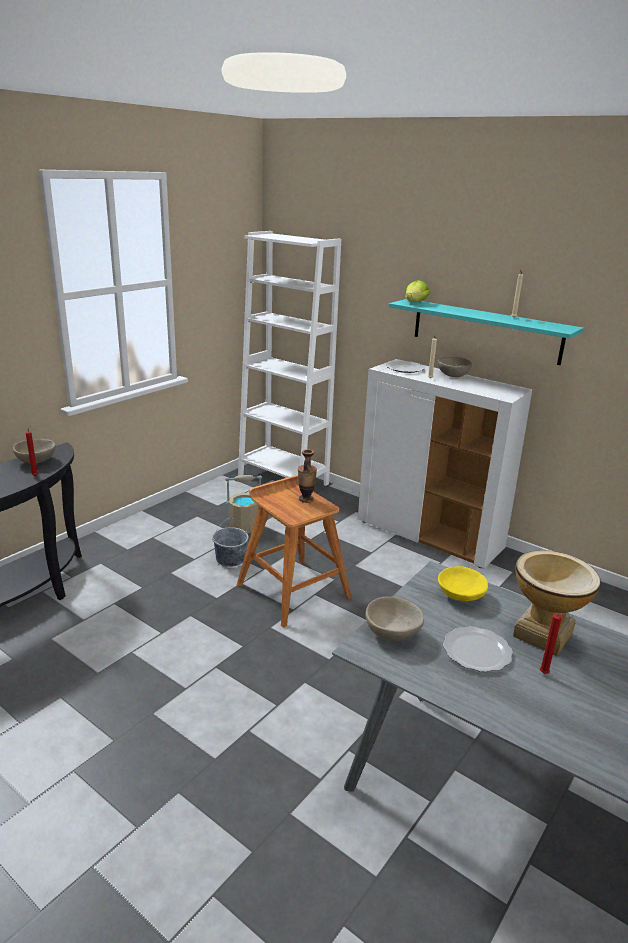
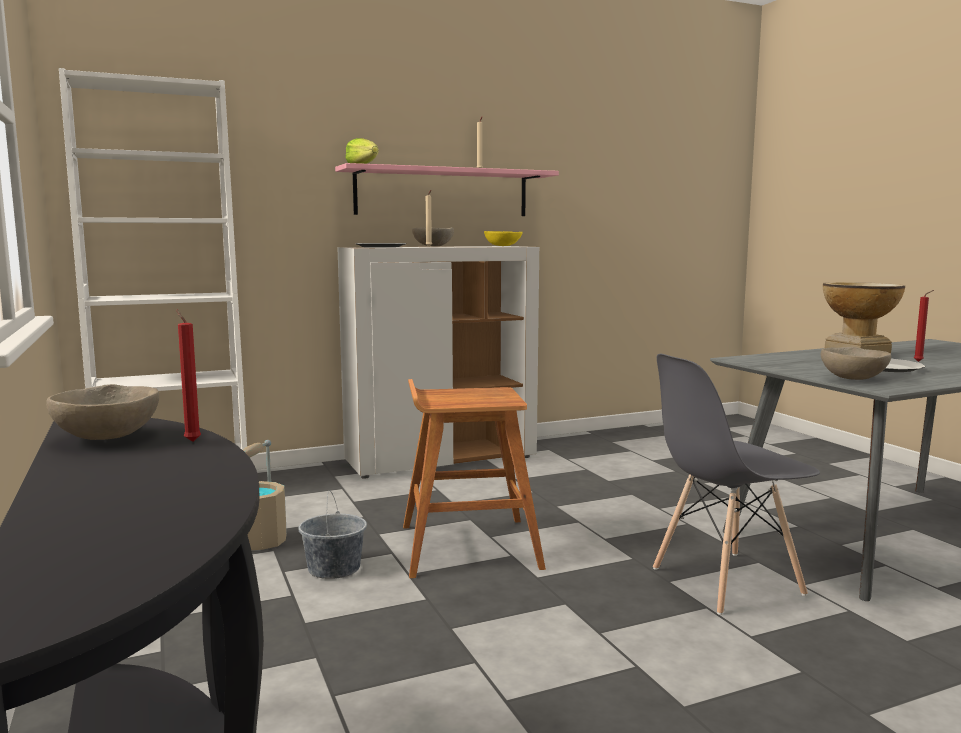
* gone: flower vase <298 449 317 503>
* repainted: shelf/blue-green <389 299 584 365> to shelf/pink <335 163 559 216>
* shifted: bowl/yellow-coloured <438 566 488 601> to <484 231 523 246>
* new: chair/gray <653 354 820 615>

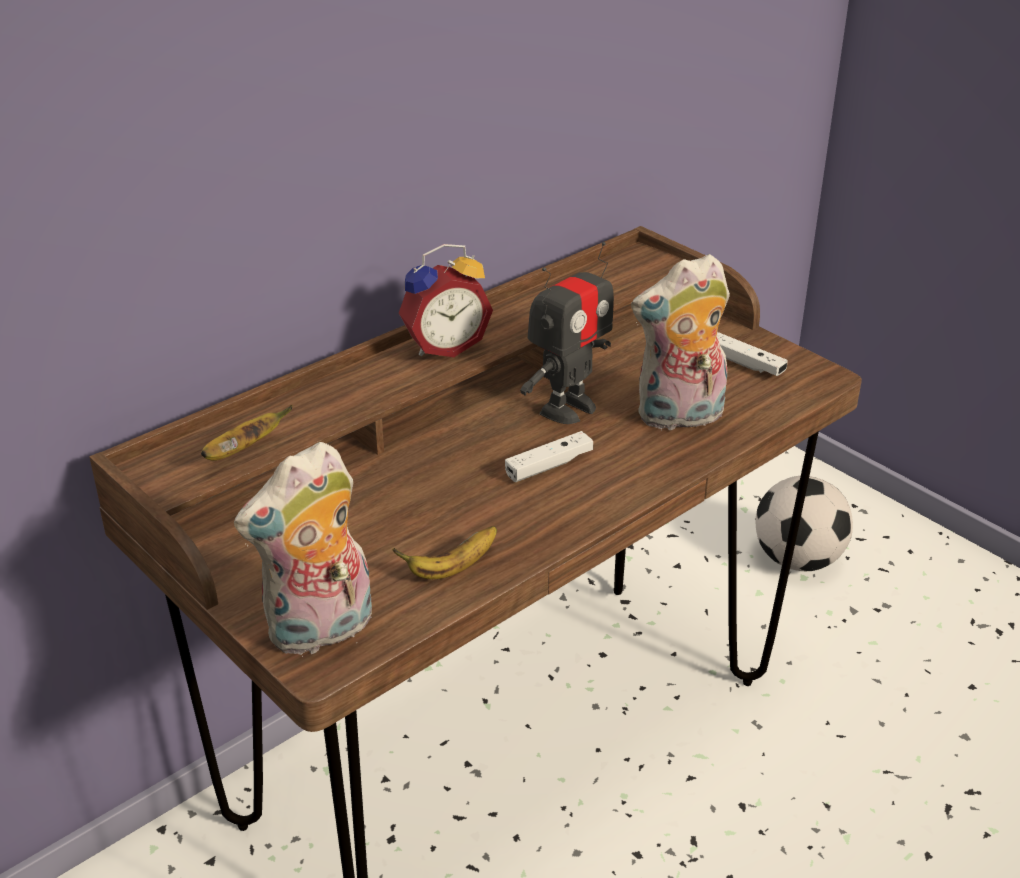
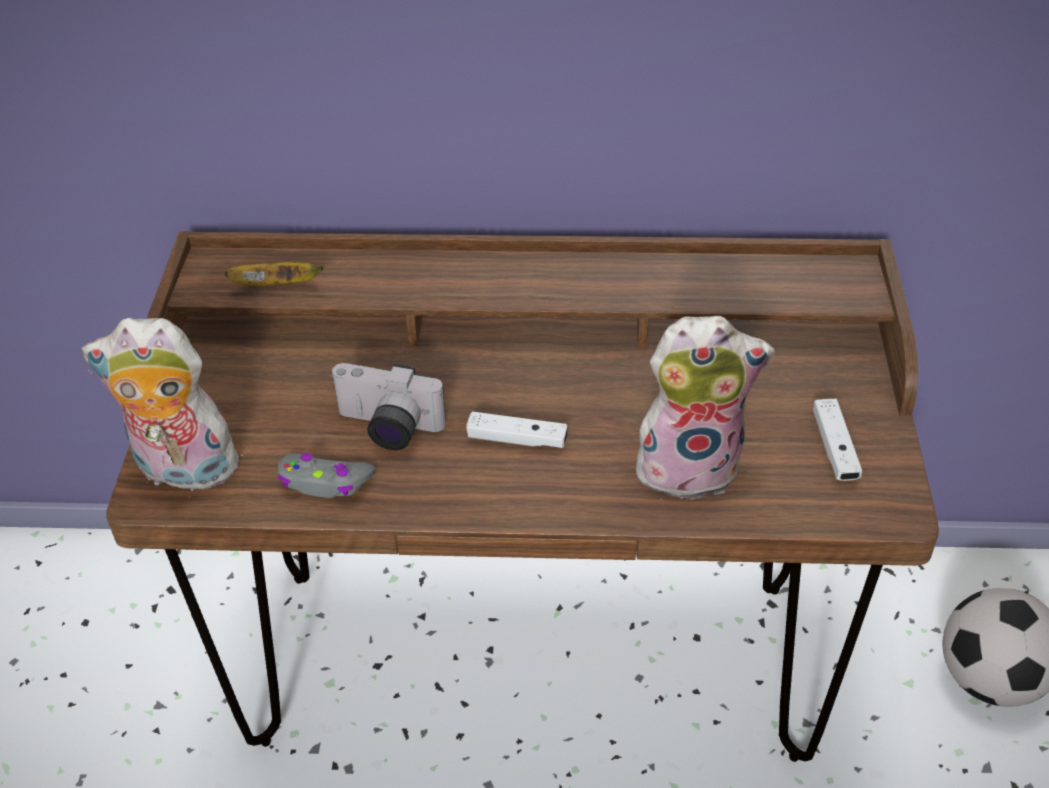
* swapped: banana <392 526 497 579> to game controller/gray <278 453 376 498>
* gone: table clock <399 244 493 357>
* gone: robot figure <520 242 614 424>
* rotated: cuddly toy <631 254 730 431> = <636 316 775 500> 150 degrees clockwise
* new: still camera <330 363 446 450>

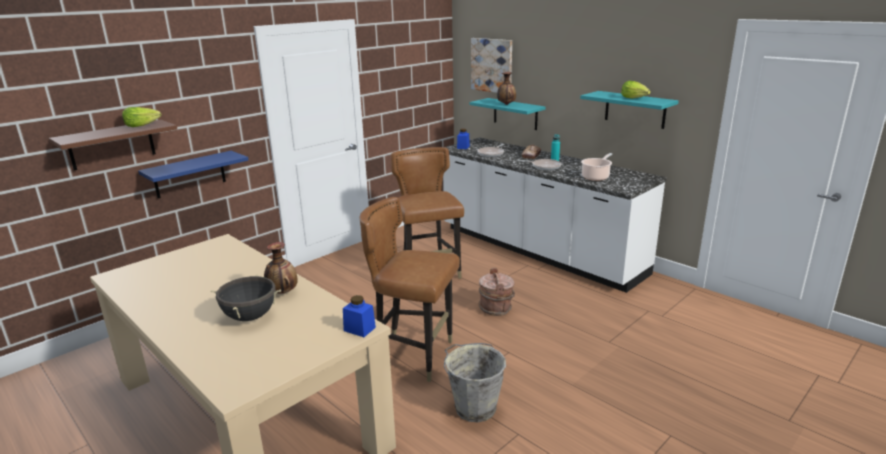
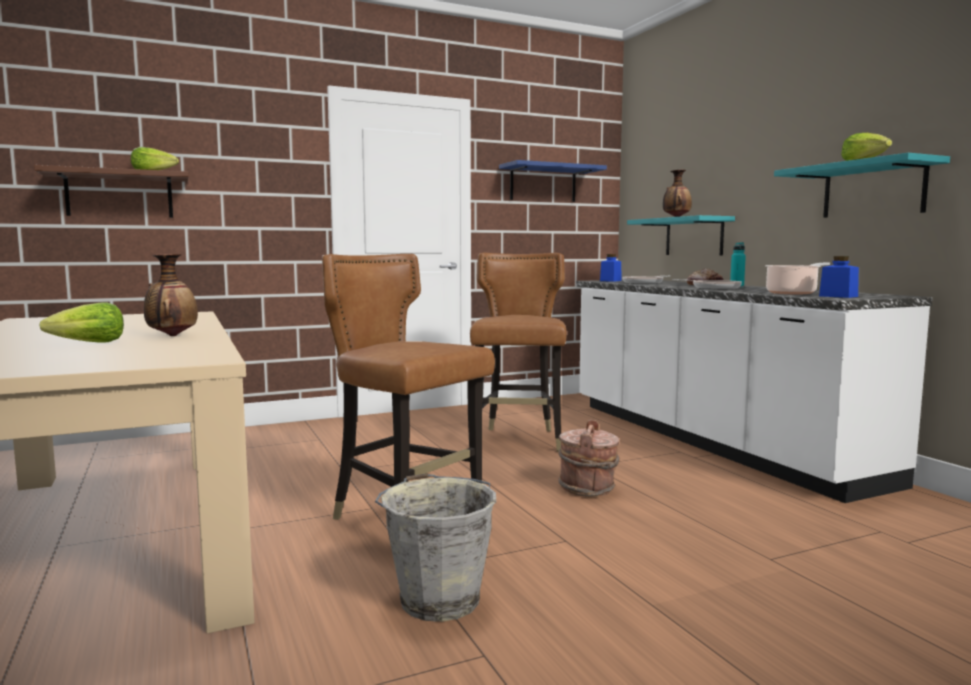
* shifted: shelf/blue-coloured <138 151 248 198> to <499 160 607 202>
* swapped: cooking pot/blackish <211 274 281 321> to head of lettuce <39 302 124 343>
* shifted: jar/blue-coloured <343 295 376 337> to <819 256 859 298>
* gone: wall art <471 38 512 93>

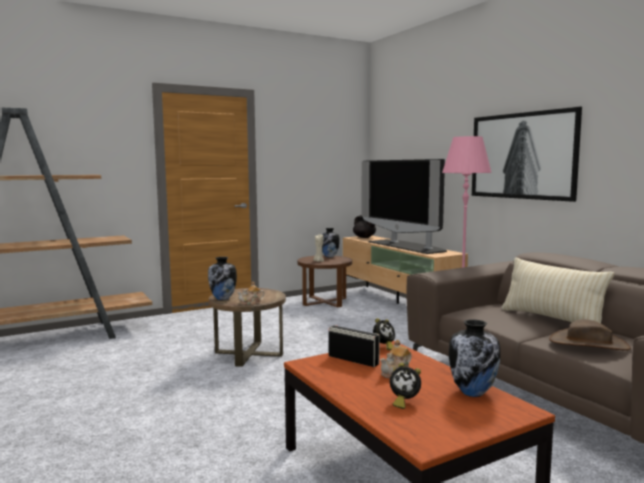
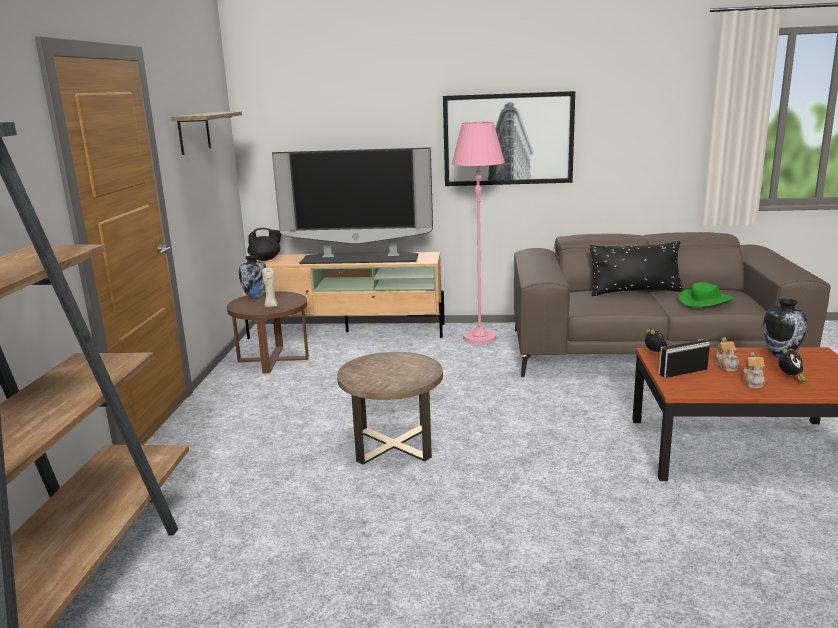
* gone: flower vase <208 257 237 300>
* shifted: teapot <237 281 264 305> to <743 352 765 389>
* repainted: throw pillow/sand-coloured <502 257 614 323> to throw pillow/blackish <589 241 684 296>
* repainted: wearable hat/brownish <549 319 631 351> to wearable hat/green-coloured <678 282 734 307>
* new: shelf <171 111 242 155>

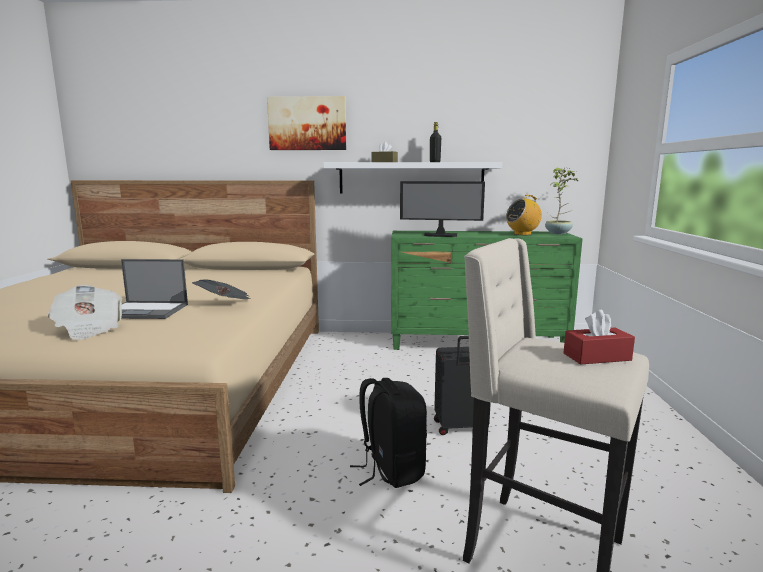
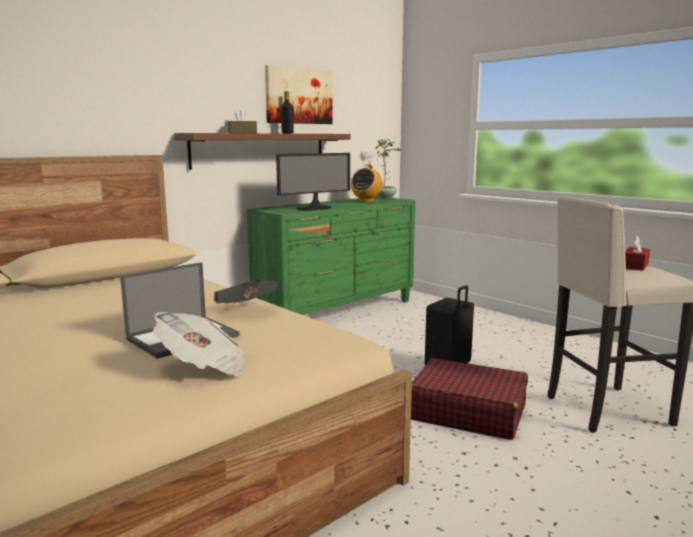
* shifted: wall art <267 96 346 150> to <265 65 333 124>
* repainted: shelf/whitish <323 162 502 193> to shelf/brownish <174 133 351 170>
* swapped: backpack/blackish <350 378 427 488> to travel case/red-coloured <411 358 528 440>

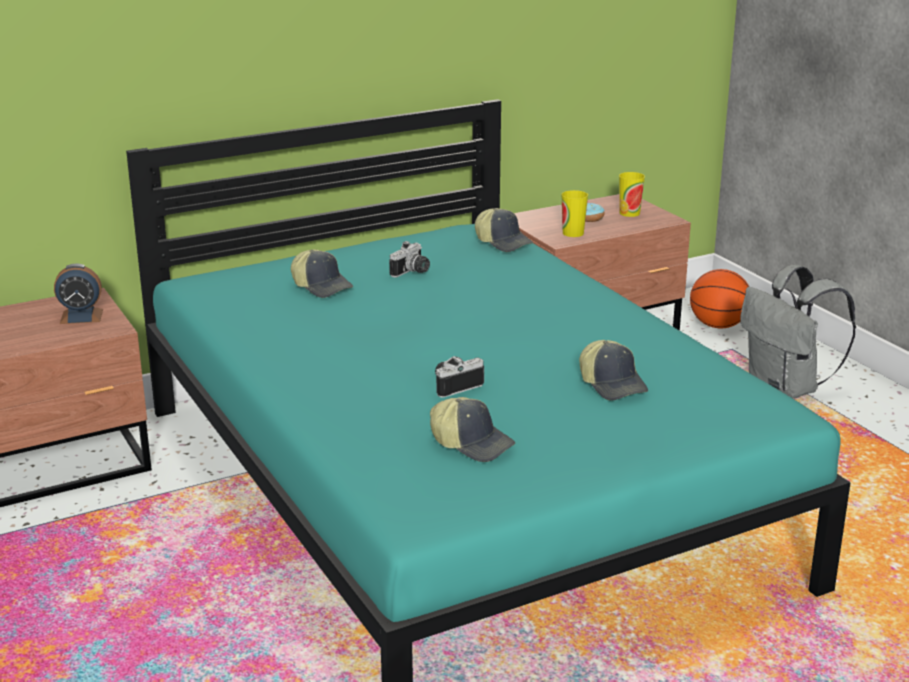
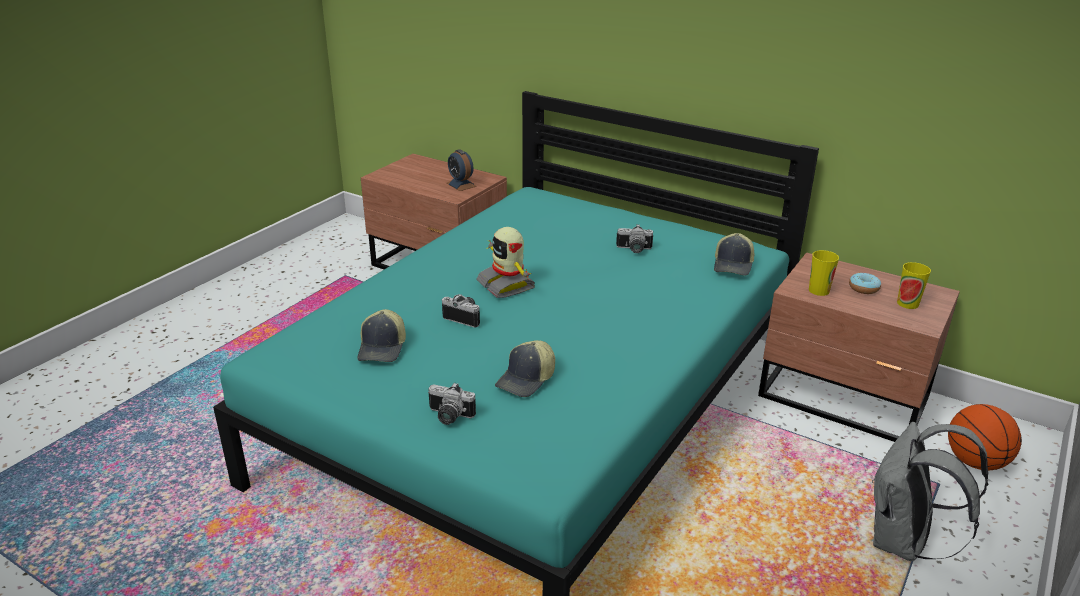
* gone: peaked cap <291 249 353 298>
* new: still camera <428 383 476 425>
* new: robot figure <477 227 536 298>

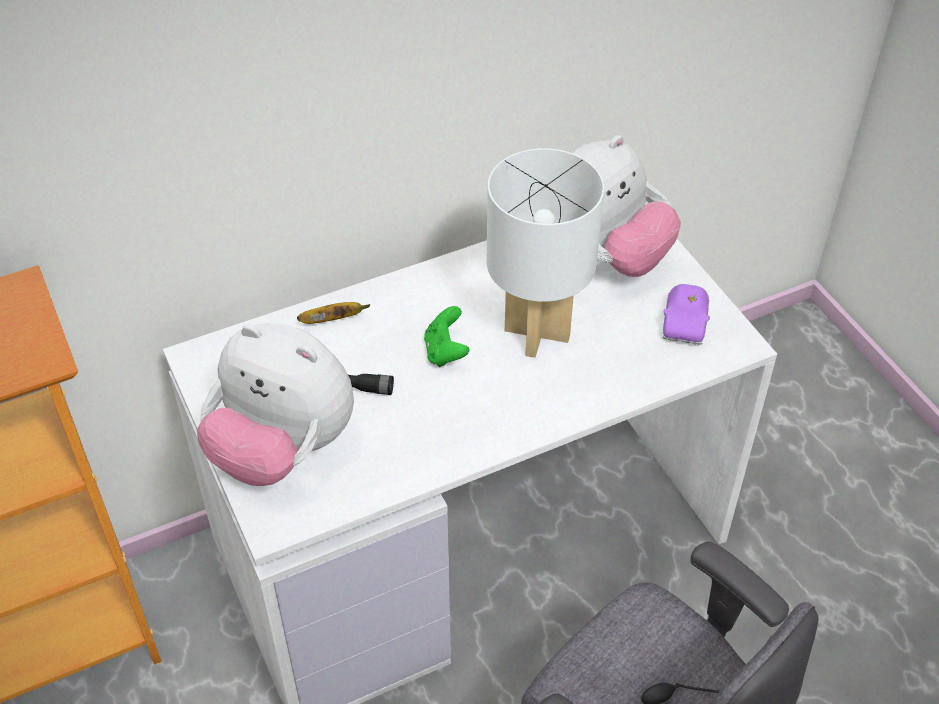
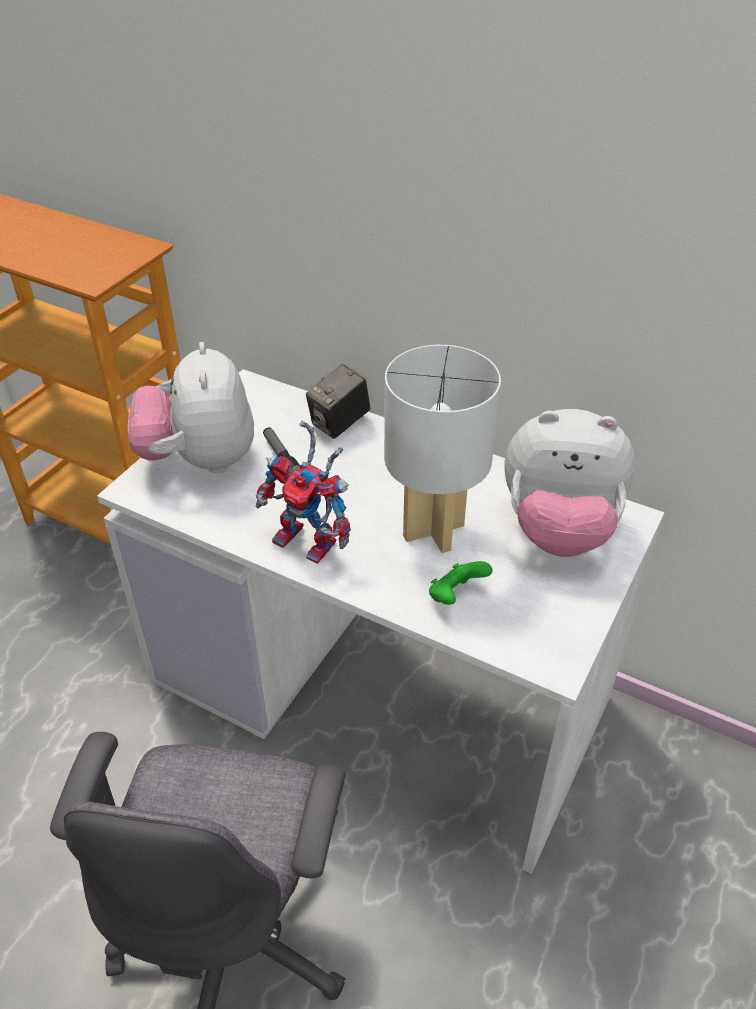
* swapped: banana <297 302 370 324> to still camera <306 364 370 439>
* shifted: game controller/green-coloured <424 306 469 367> to <429 561 492 605>
* gone: toy car/purple <663 284 710 345>
* new: robot figure <256 421 351 564>

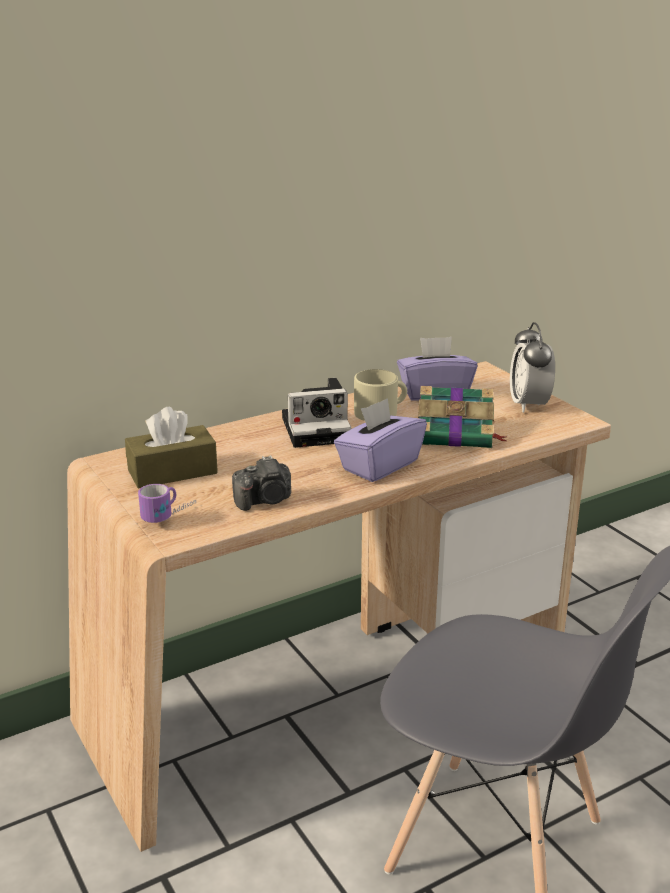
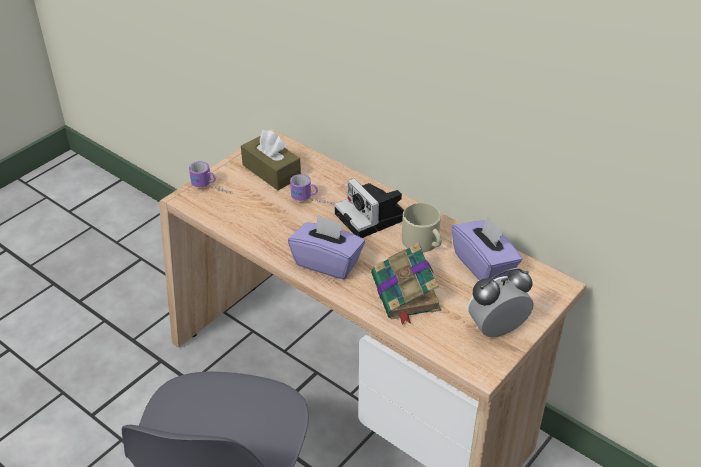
* gone: still camera <232 455 291 511>
* new: tea mug <290 174 335 204>

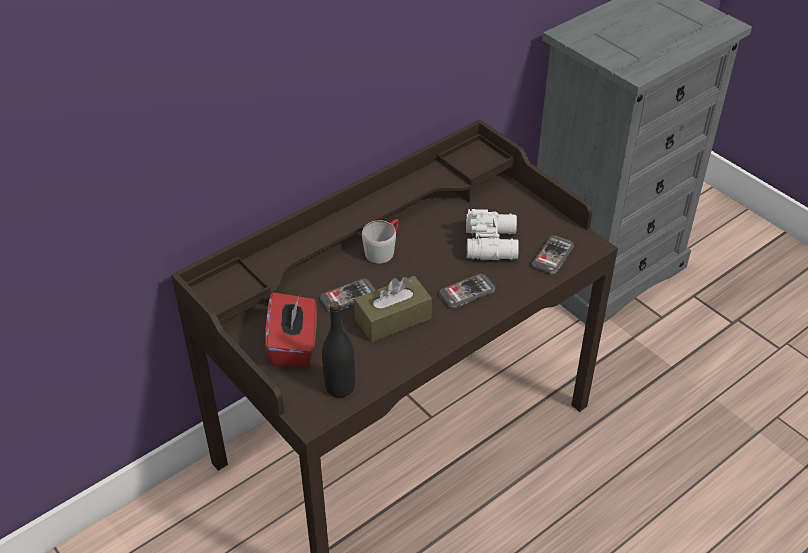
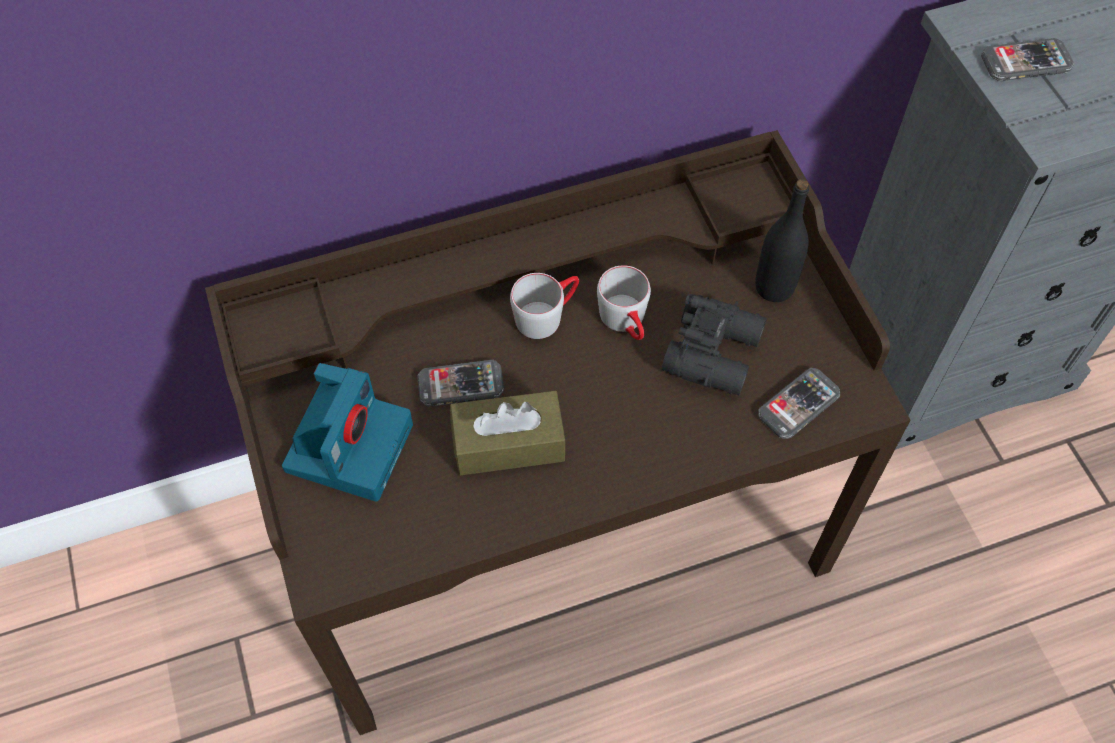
* swapped: box of tissues/red-coloured <265 292 317 366> to still camera <282 363 413 502>
* shifted: drink bottle/blackish <322 301 355 398> to <755 179 809 302>
* shifted: handset <439 274 495 308> to <981 38 1074 81>
* repainted: field glasses/whitish <466 209 519 260> to field glasses/blackish <662 294 767 395>
* new: tea mug/gray <597 265 651 340>

